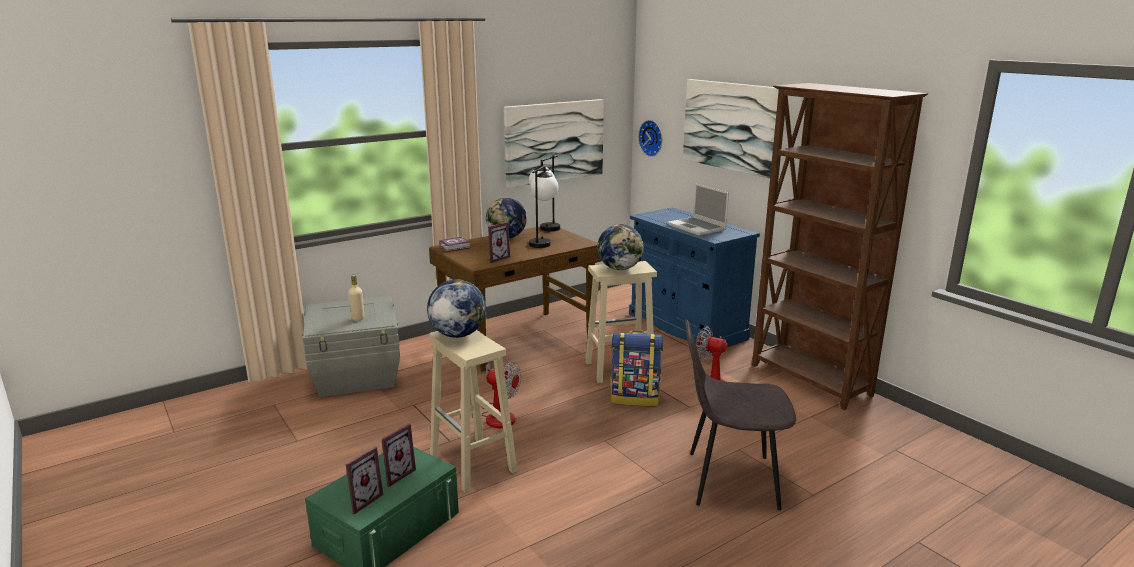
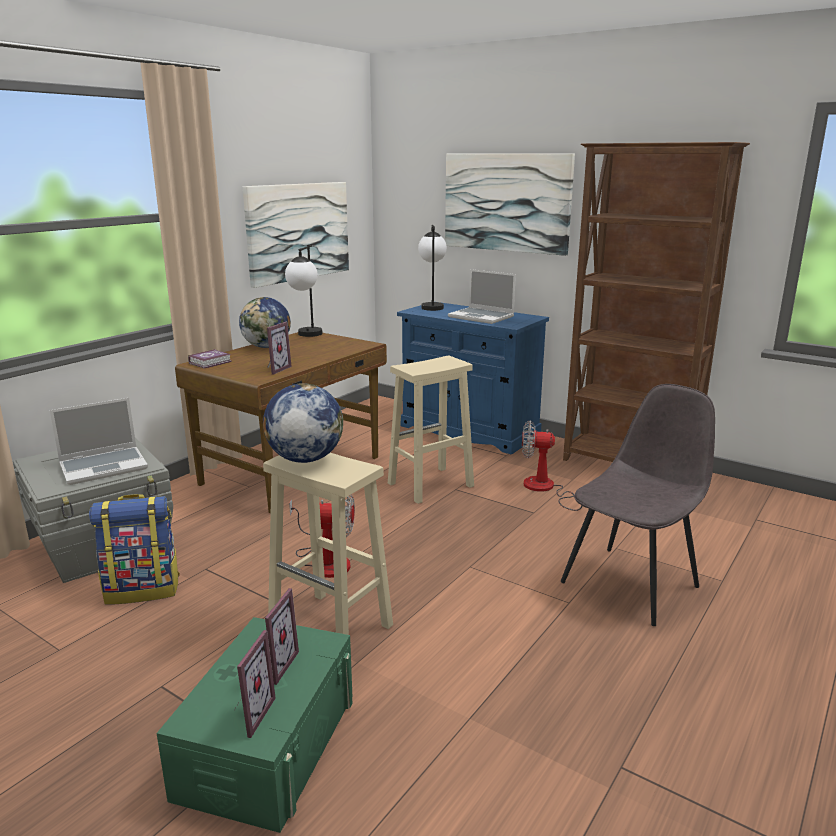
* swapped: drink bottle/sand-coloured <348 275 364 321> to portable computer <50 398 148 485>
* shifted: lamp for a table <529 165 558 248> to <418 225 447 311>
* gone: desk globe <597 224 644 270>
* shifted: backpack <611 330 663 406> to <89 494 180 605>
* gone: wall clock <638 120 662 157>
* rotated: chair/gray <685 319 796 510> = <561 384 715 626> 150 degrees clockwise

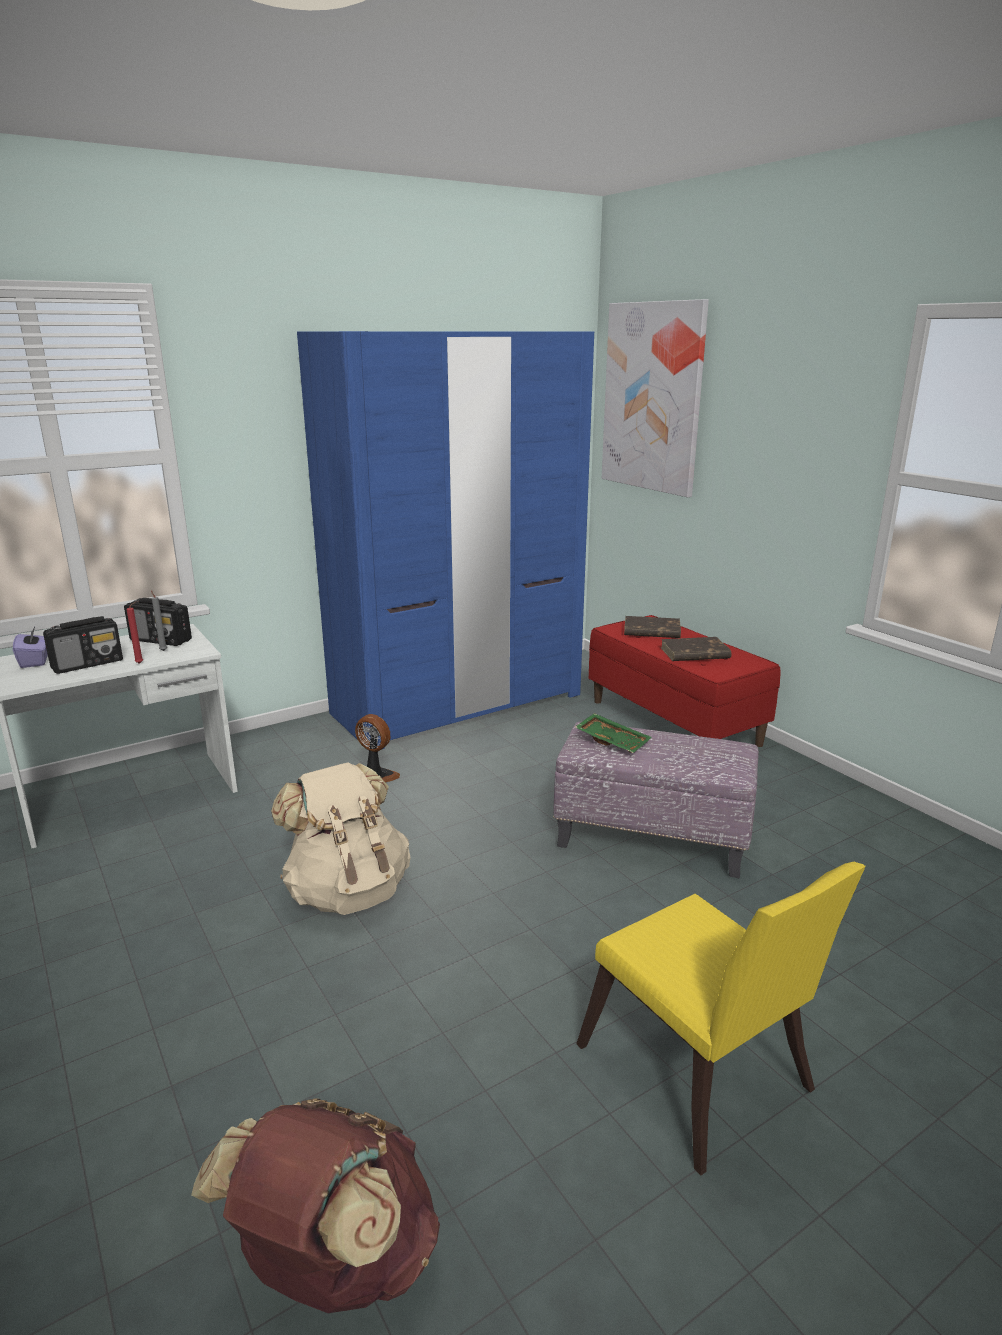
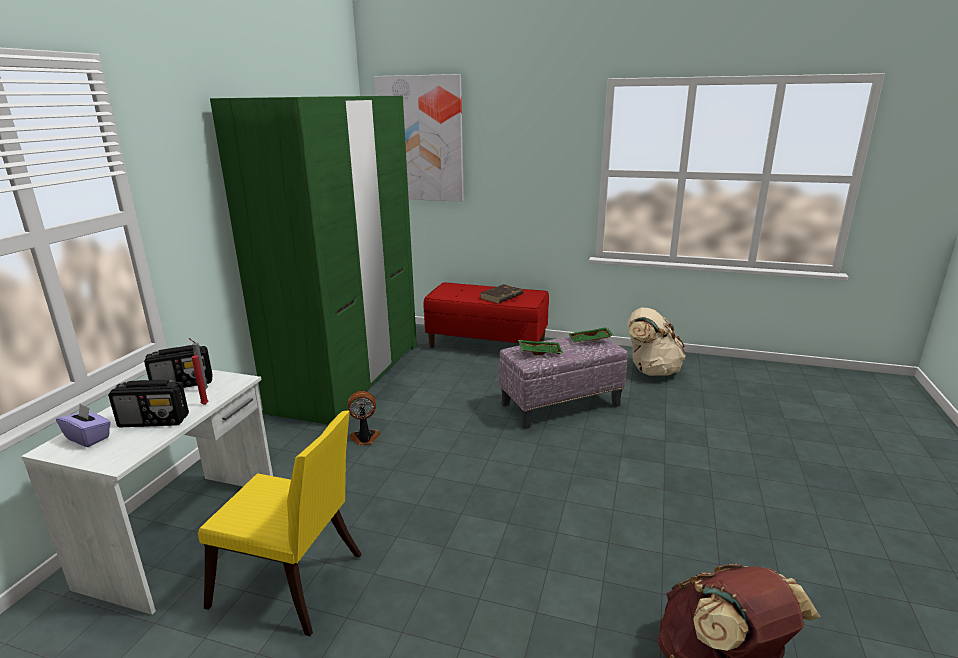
* rotated: radio <43 616 123 674> = <108 380 189 427> 75 degrees clockwise
* shifted: backpack/sand-coloured <271 762 410 915> to <627 308 686 376>
* repainted: wardrobe/blue-coloured <297 331 594 750> to wardrobe/green-coloured <210 96 417 425>
* shifted: chair/yellow-coloured <576 862 866 1175> to <198 411 362 636>
* gone: book/brownish <624 616 681 638>
* new: tray/green-coloured <569 327 614 342>

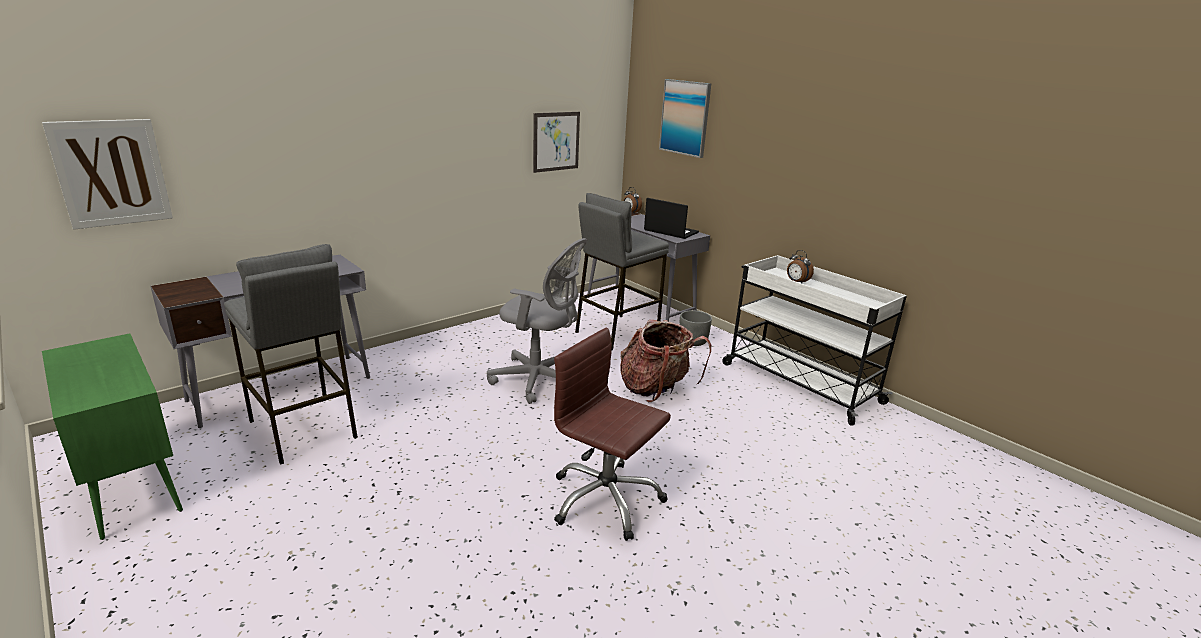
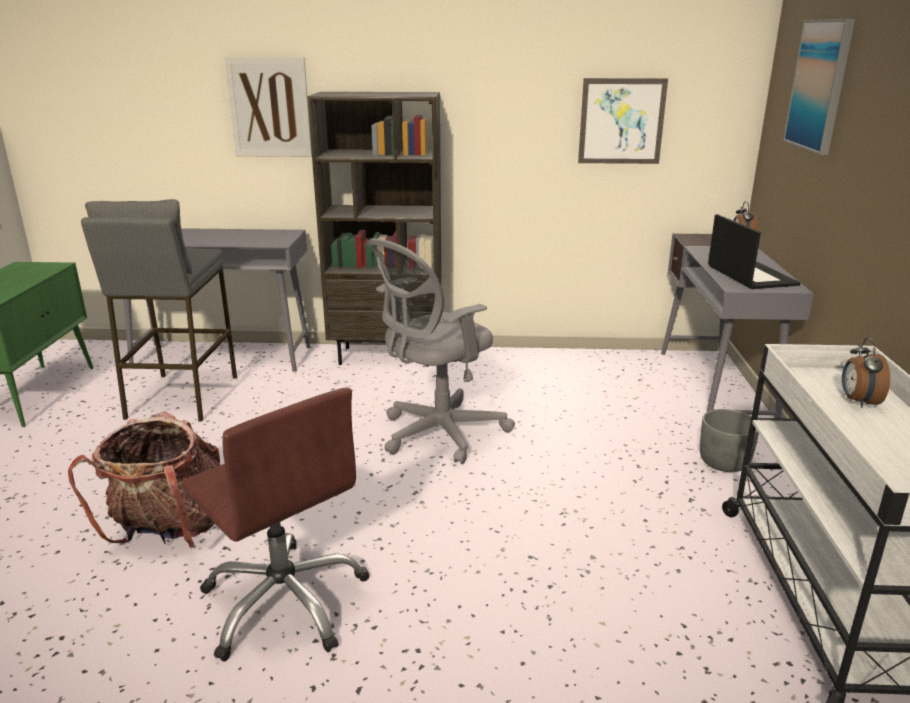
* shifted: wall art <42 119 173 230> to <224 57 312 157>
* rotated: desk chair/gray <487 238 588 404> = <368 238 515 464> 75 degrees clockwise
* rotated: desk chair/brownish <554 328 671 541> = <182 387 370 661> 150 degrees clockwise
* gone: stool/gray <575 193 669 351>
* shifted: backpack <620 320 711 402> to <68 412 220 548>
* new: bookshelf/brownish <307 92 441 367>

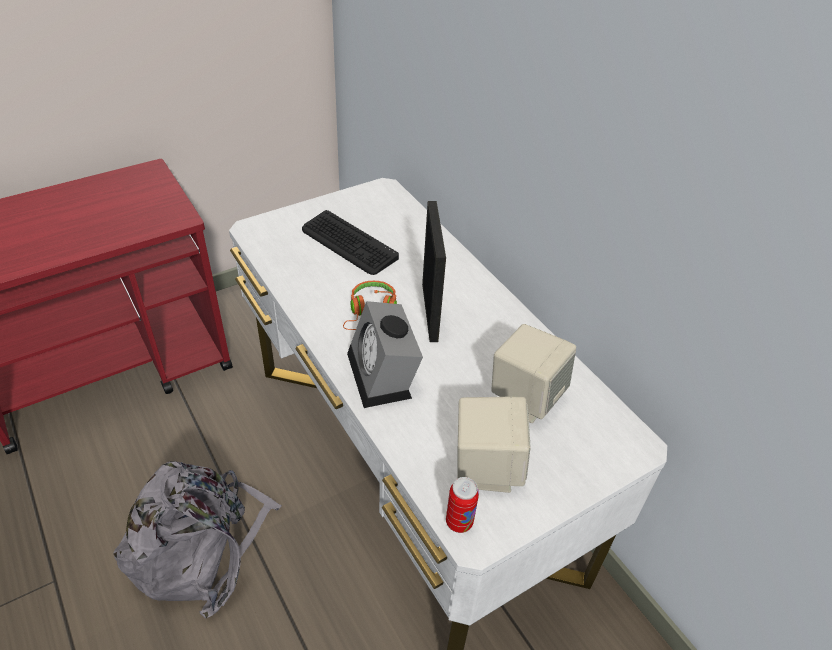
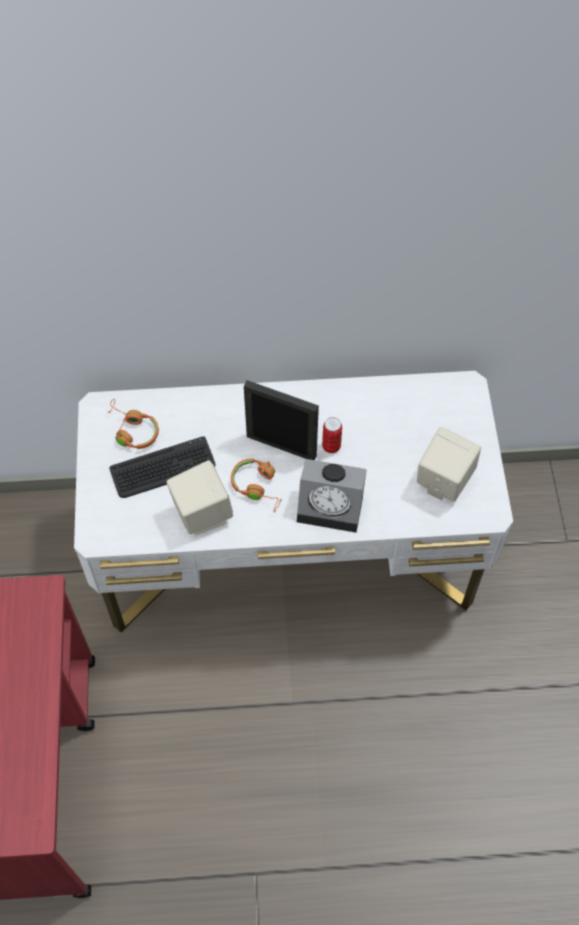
* gone: backpack/gray <113 461 282 619>
* shifted: metal can <446 477 479 533> to <322 417 342 453>
* shifted: speaker/sand-coloured <491 324 576 423> to <166 460 233 535>
* new: pair of headphones/orange-coloured <108 399 159 449>

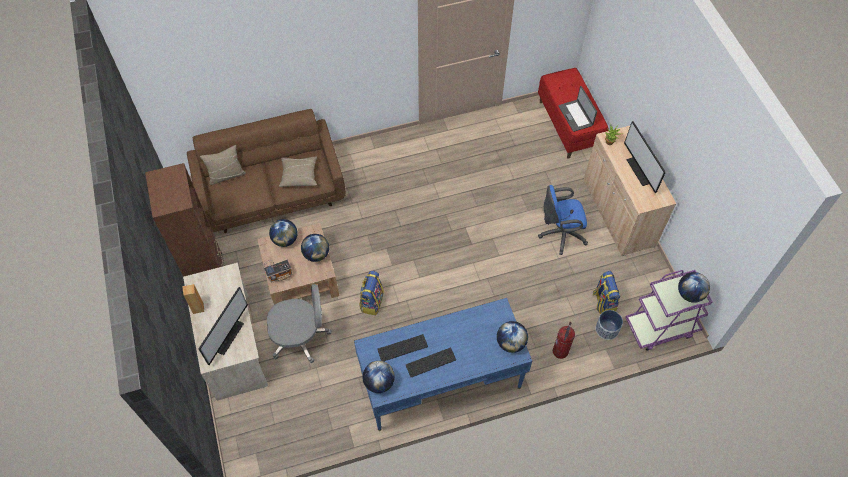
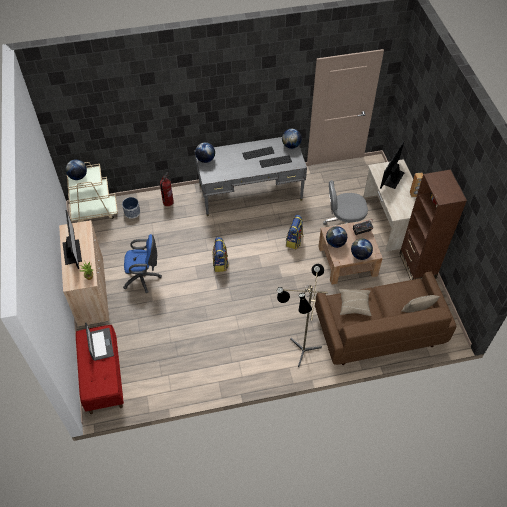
* repainted: desk/blue-coloured <354 298 532 431> to desk/gray <195 137 307 216>
* shifted: backpack <592 271 620 314> to <213 237 229 272>
* repainted: cart/purple <625 270 712 351> to cart/sand-coloured <67 162 118 222>
* new: standard lamp <277 264 328 367>

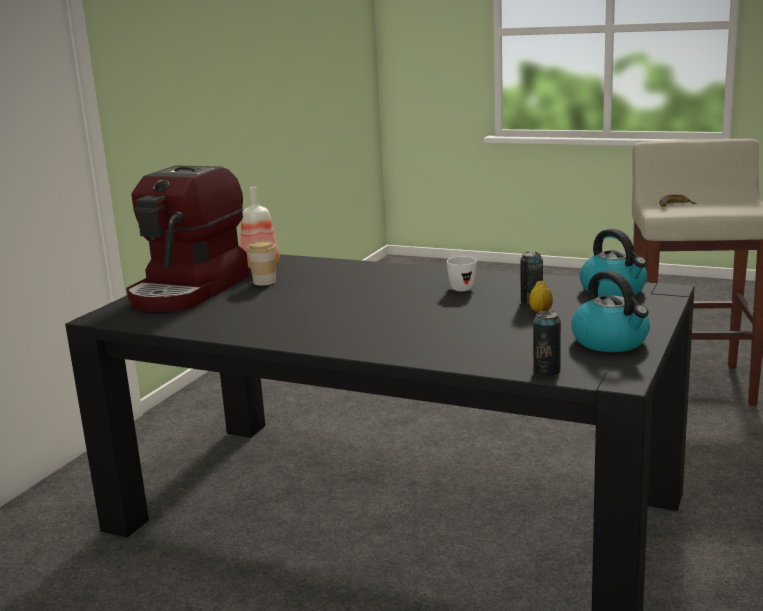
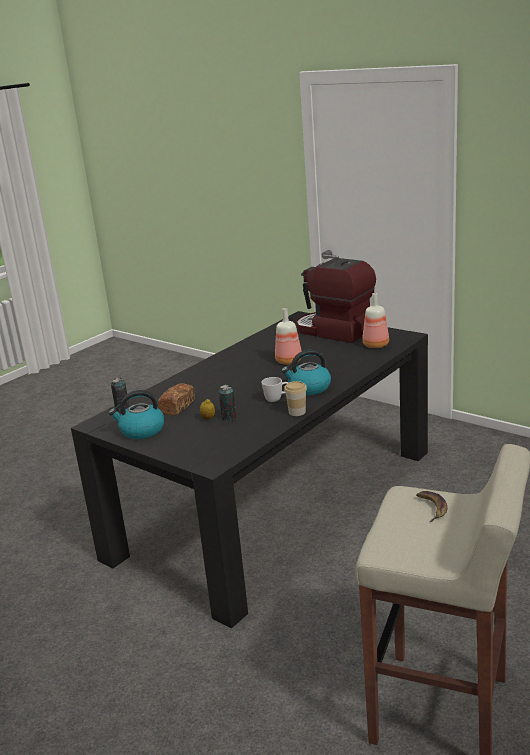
* shifted: cup <246 240 277 286> to <284 381 307 416>
* shifted: kettle <580 229 647 297> to <282 350 331 395>
* new: baked bread <158 383 195 416>
* new: drink bottle <275 308 302 365>

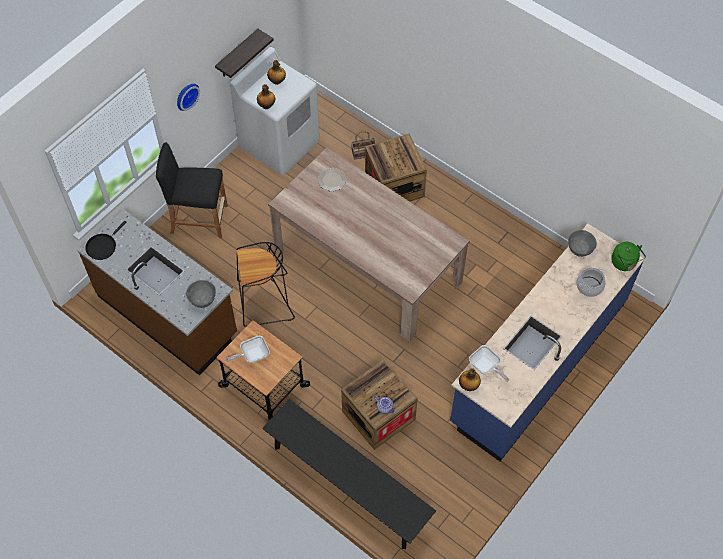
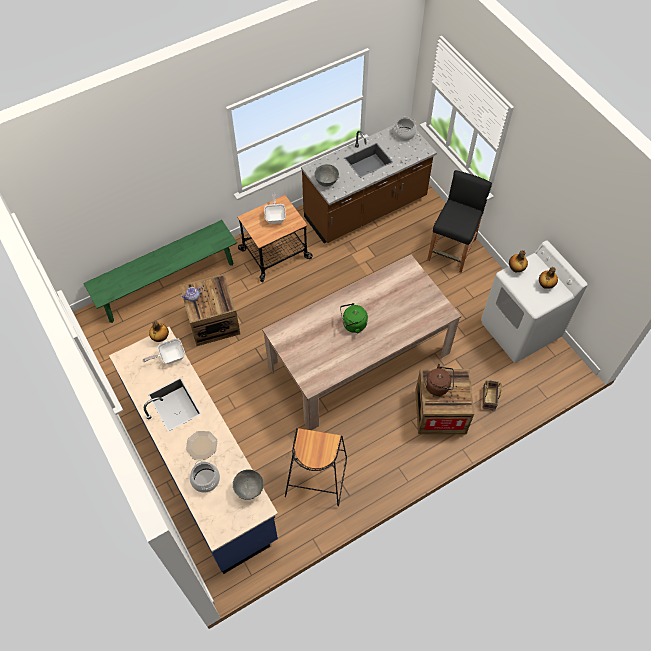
* swapped: skillet/blackish <85 221 127 260> to cooking pot <393 117 417 141>
* gone: wall clock <177 84 200 111>
* gone: shelf <215 29 274 78>
* shifted: stool/blackish <237 242 295 327> to <285 428 347 506>
* repainted: indoor bench/blackish <262 399 436 549> to indoor bench/green-coloured <83 220 237 323>
* shifted: dinner plate <318 168 347 192> to <186 431 217 460>
* shifted: kettle/green-coloured <611 242 646 271> to <340 303 368 333>
* new: kettle/brownish <425 364 454 396>

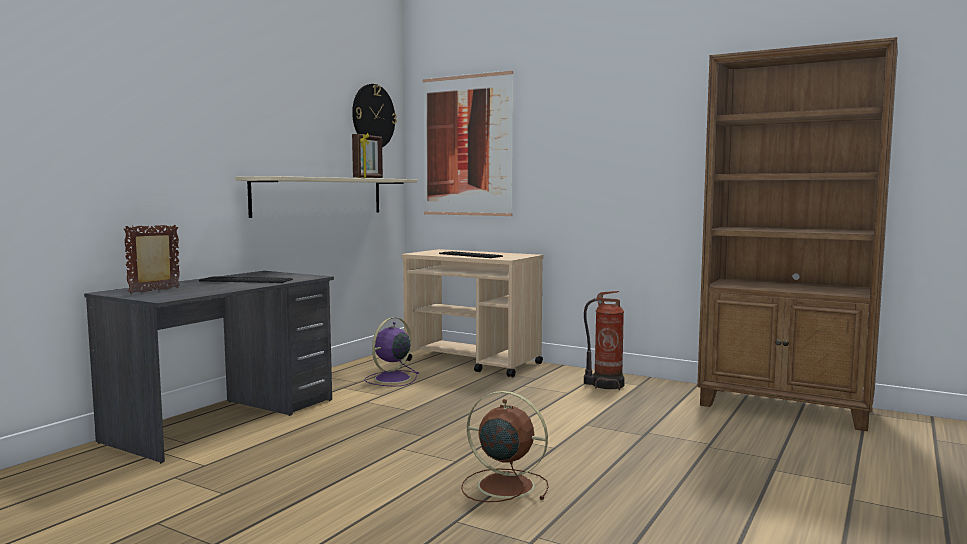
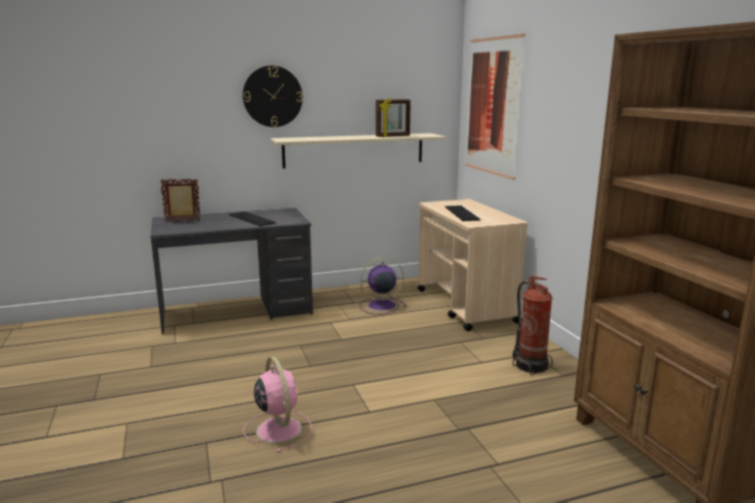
* shifted: wall clock <352 84 397 147> to <243 66 303 127>
* repainted: fan/brownish <461 391 549 502> to fan/pink <243 357 312 453>

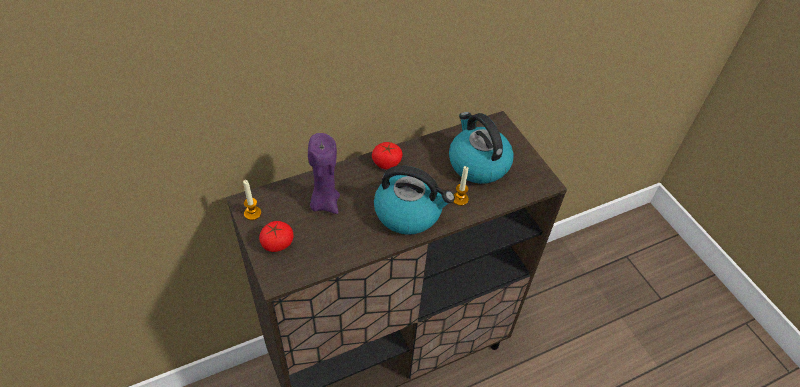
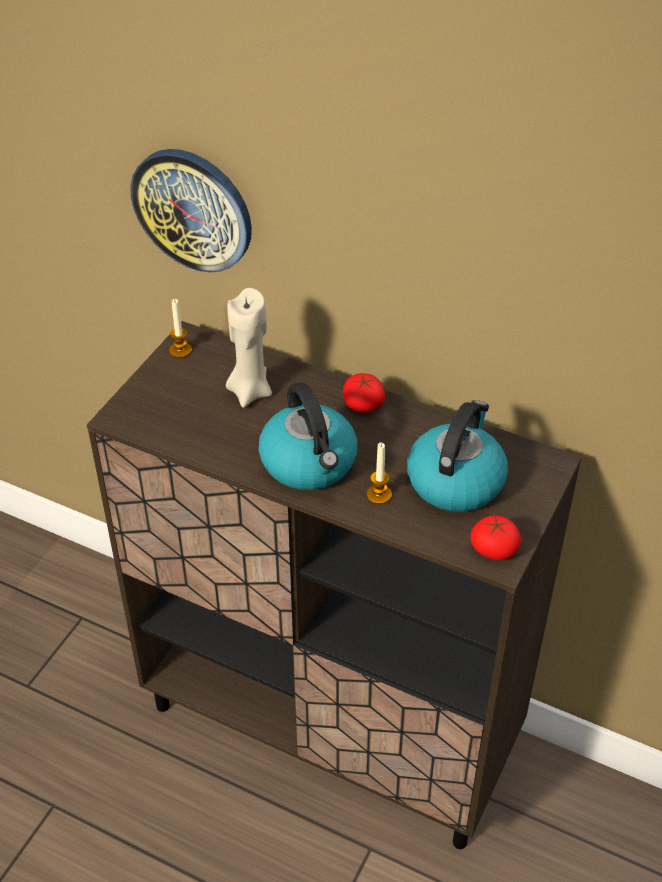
* shifted: tomato <259 221 294 252> to <470 515 521 560>
* repainted: wax candle/purple <308 133 340 214> to wax candle/sand-coloured <226 288 272 408>
* new: wall clock <130 149 252 272>

